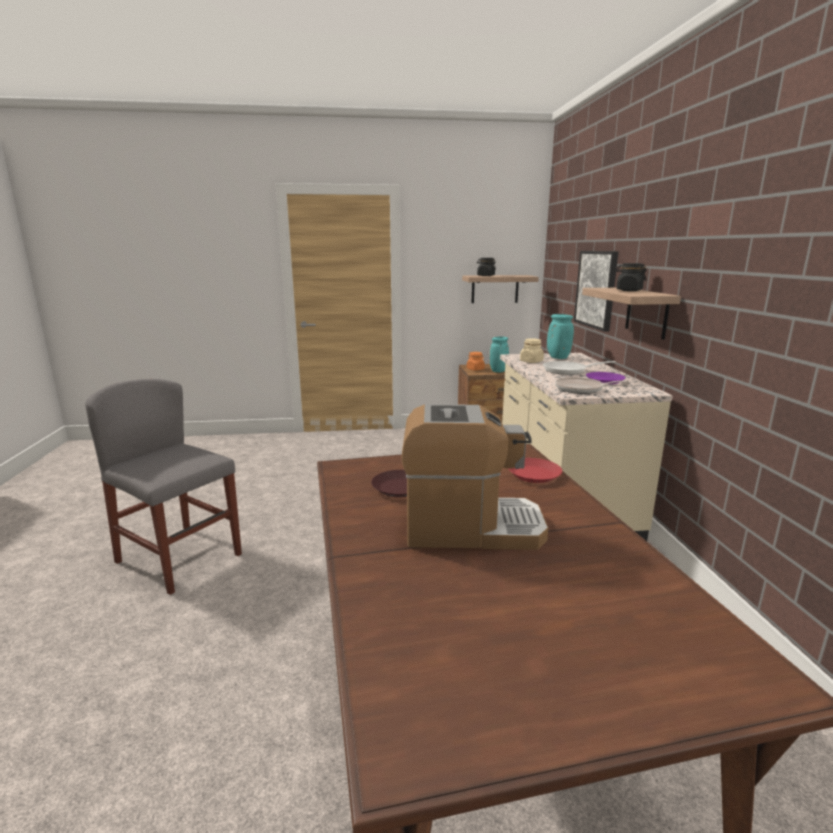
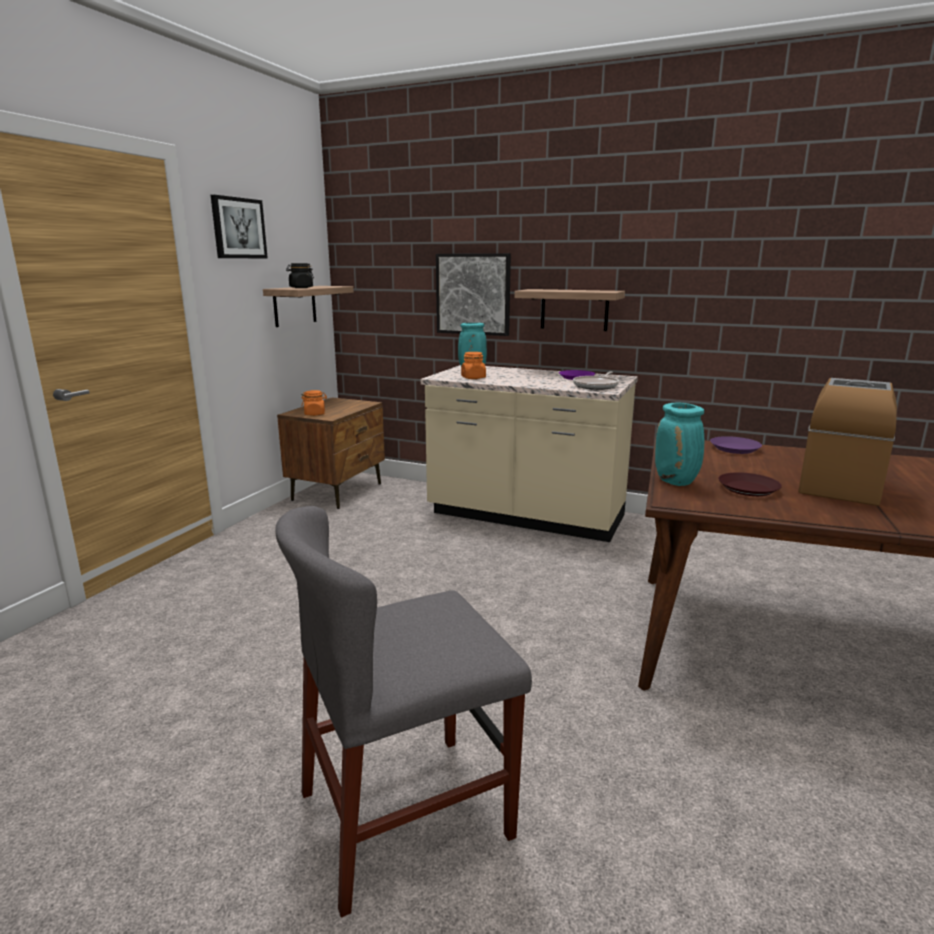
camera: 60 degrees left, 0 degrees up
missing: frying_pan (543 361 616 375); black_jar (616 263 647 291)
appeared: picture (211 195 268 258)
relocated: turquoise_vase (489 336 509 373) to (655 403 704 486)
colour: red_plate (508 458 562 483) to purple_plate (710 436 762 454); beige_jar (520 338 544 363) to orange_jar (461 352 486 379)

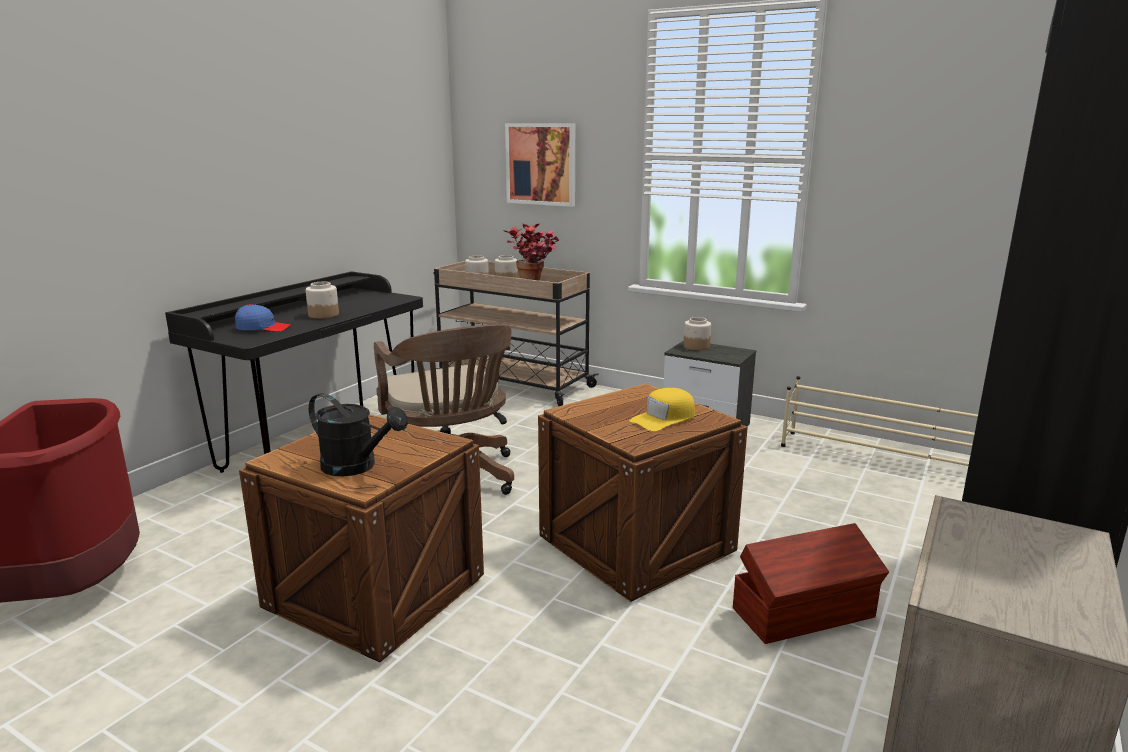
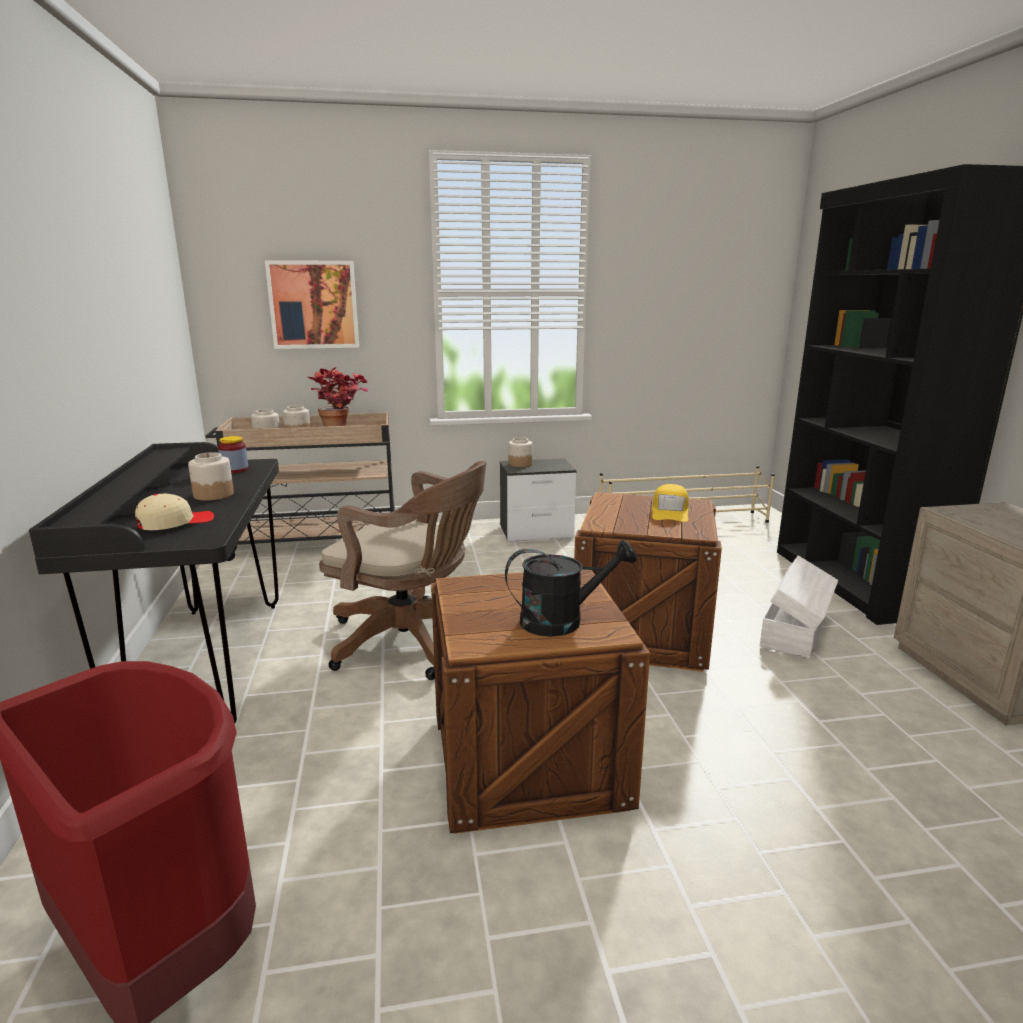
camera: 40 degrees left, 0 degrees up
appeared: jar (218 436 249 473)
colour: blue_cap (235 304 291 332) to beige_cap (135 494 214 530); brown_storage_box (733 523 889 644) to white_storage_box (760 556 838 659)

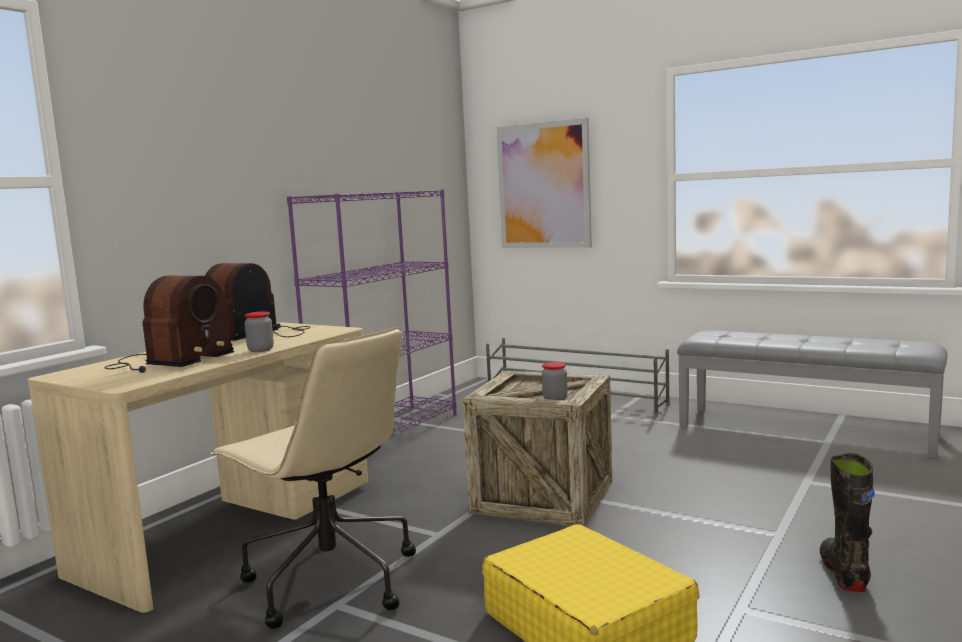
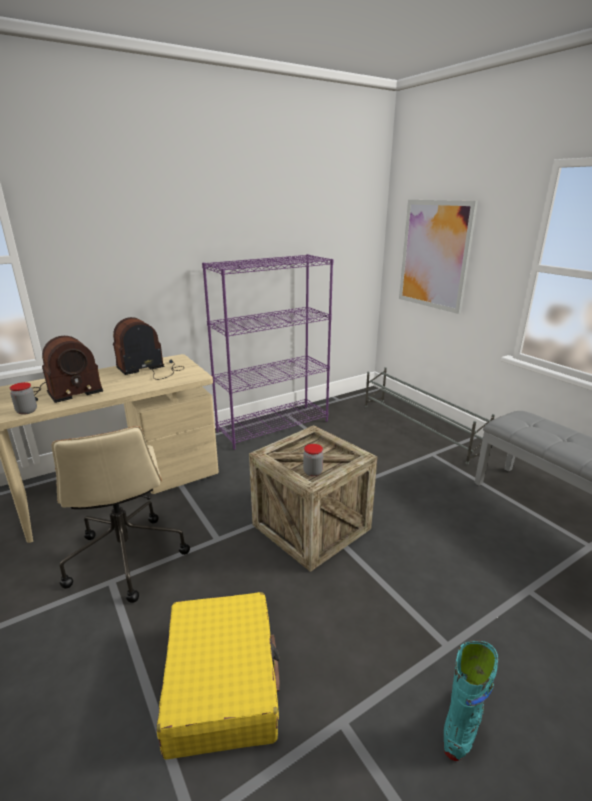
camera: 25 degrees right, 15 degrees up
relocated: jar (244 312 274 352) to (10 382 37 415)
colour: black_boot (820 453 875 592) to turquoise_boot (444 641 499 761)

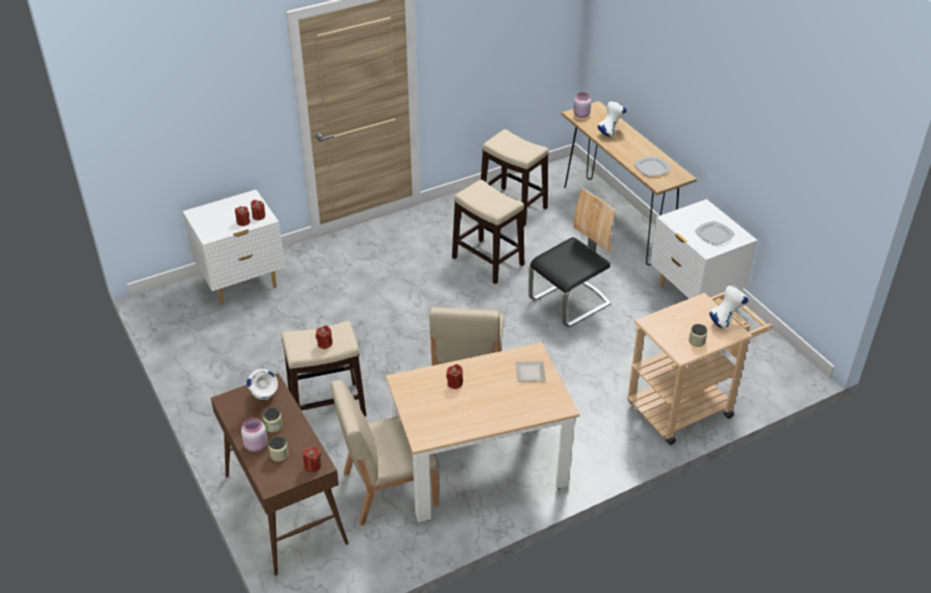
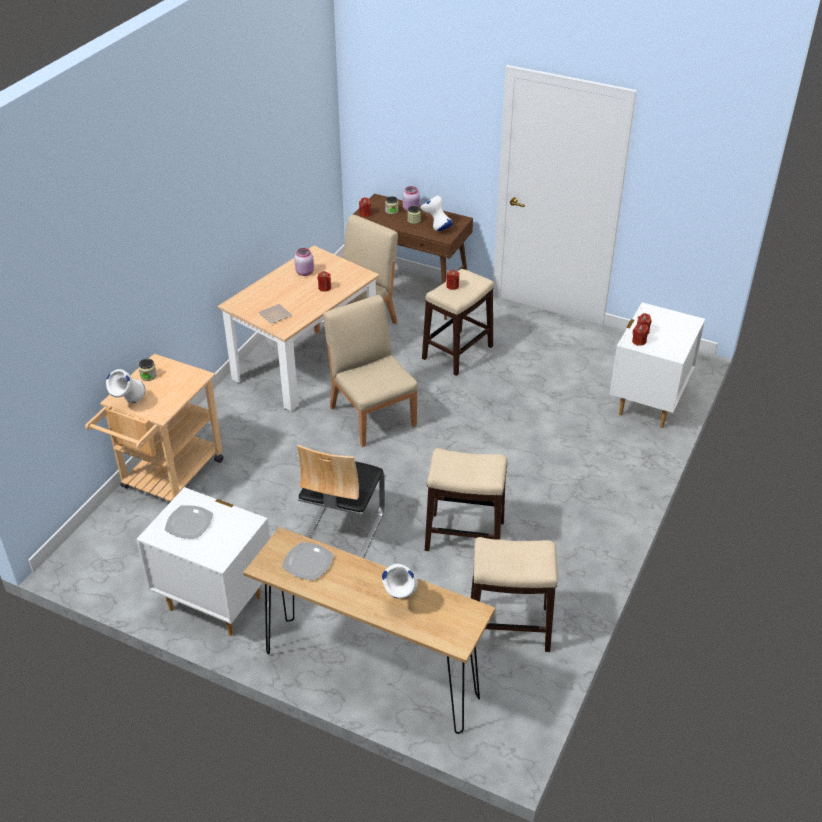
camera: 145 degrees right, 0 degrees up
relocated: pink_jar (573 92 591 118) to (294 248 314 276)

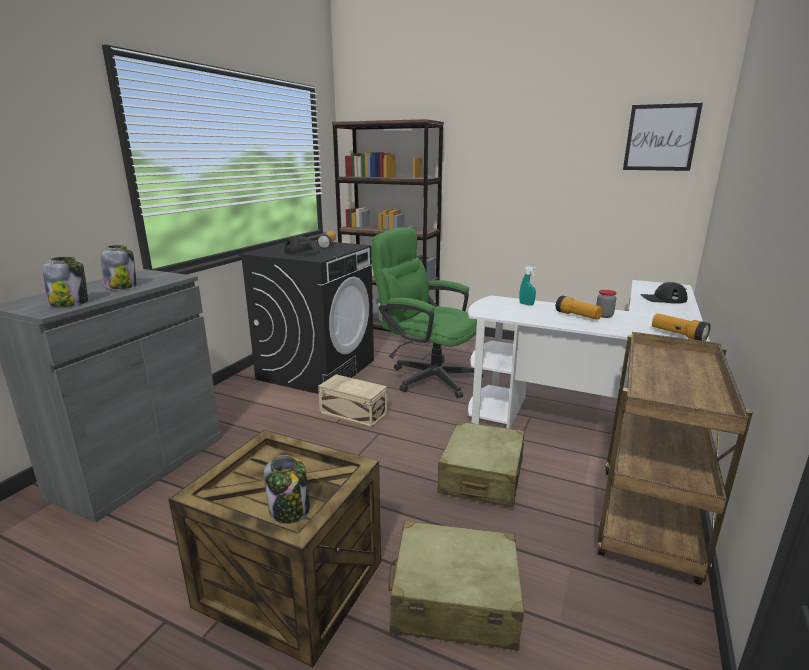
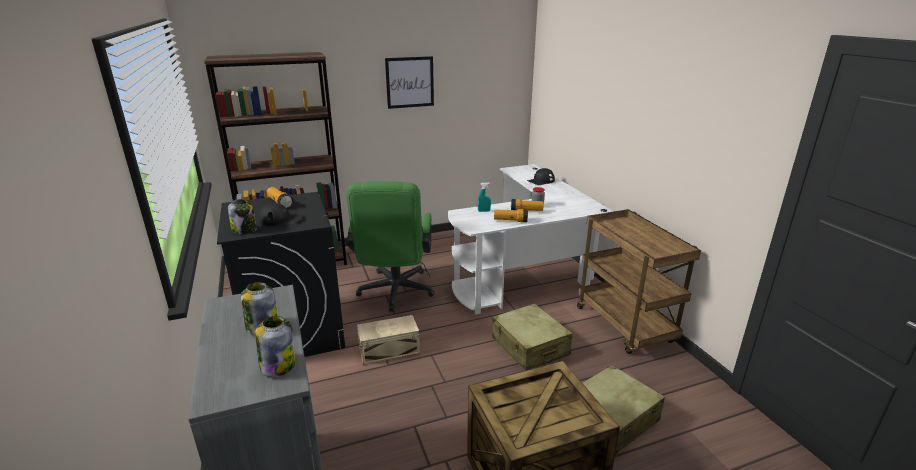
camera: 45 degrees left, 5 degrees up
relocated: jar (264 455 310 524) to (228 199 256 234); picture (623 103 703 171) to (385 56 434 109); flashlight (652 314 711 341) to (494 209 528 222)
spun: green_office_chair (371 227 483 398) = (346 181 435 312) 75 degrees counterclockwise

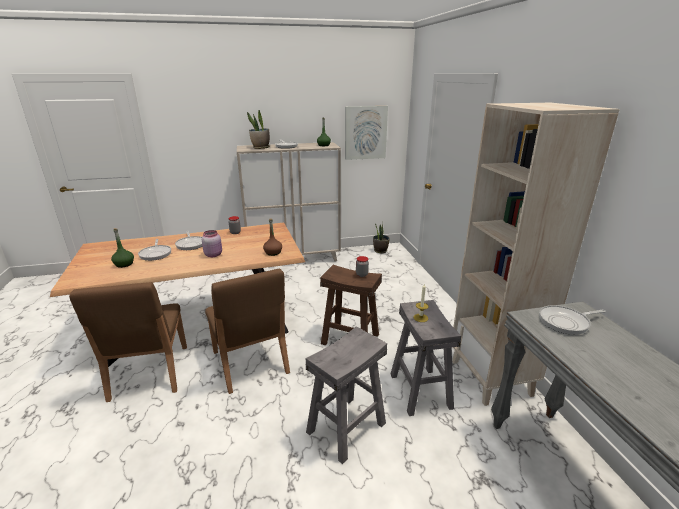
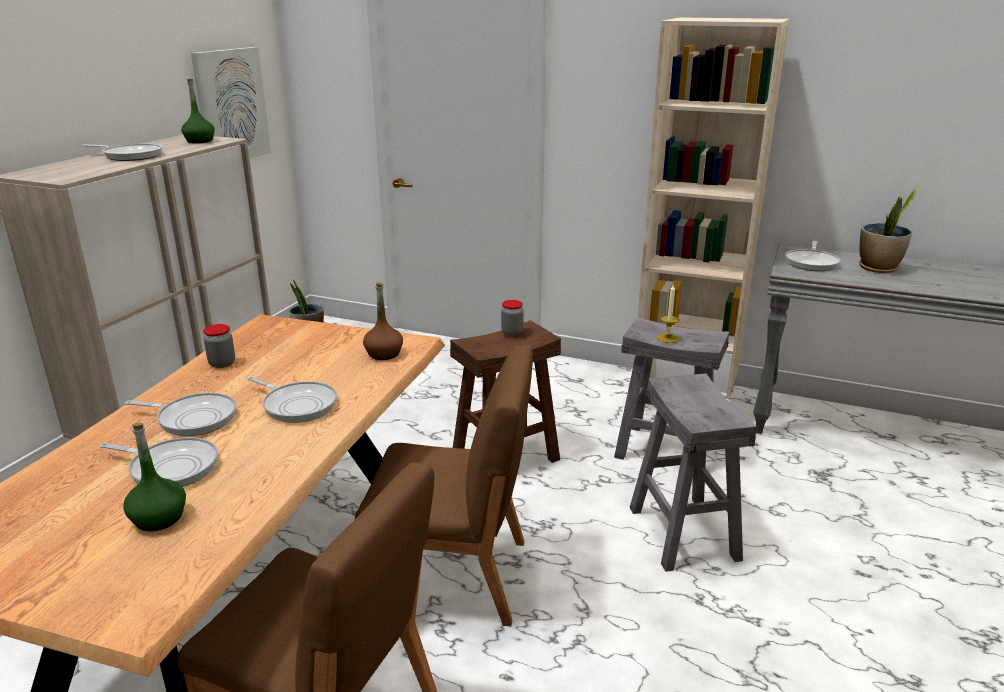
camera: 55 degrees left, 0 degrees up
relocated: potted_plant (247 110 270 149) to (859 187 920 273)
exchanged: pink_jar (202 230 222 257) to frying_pan (247 376 337 423)

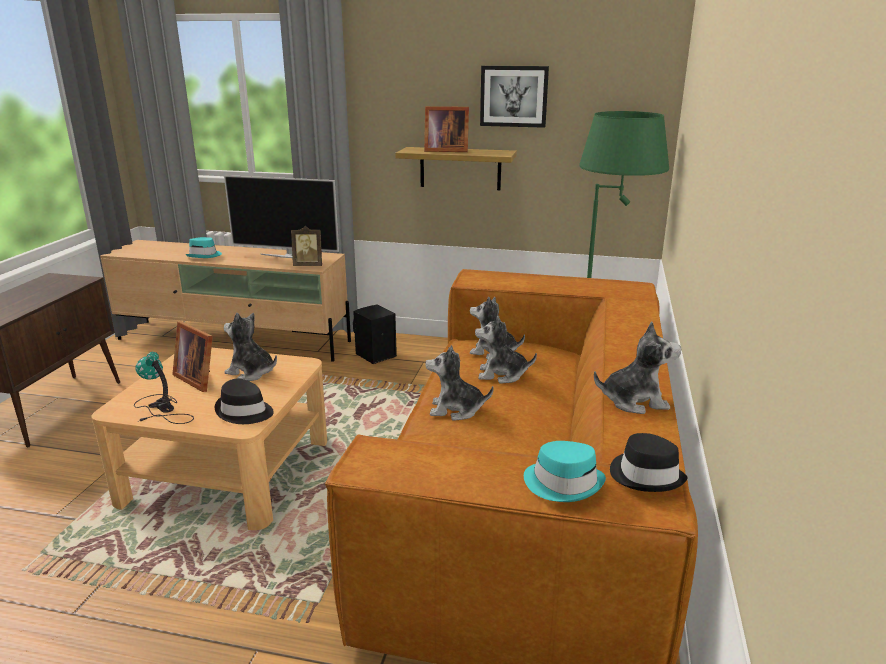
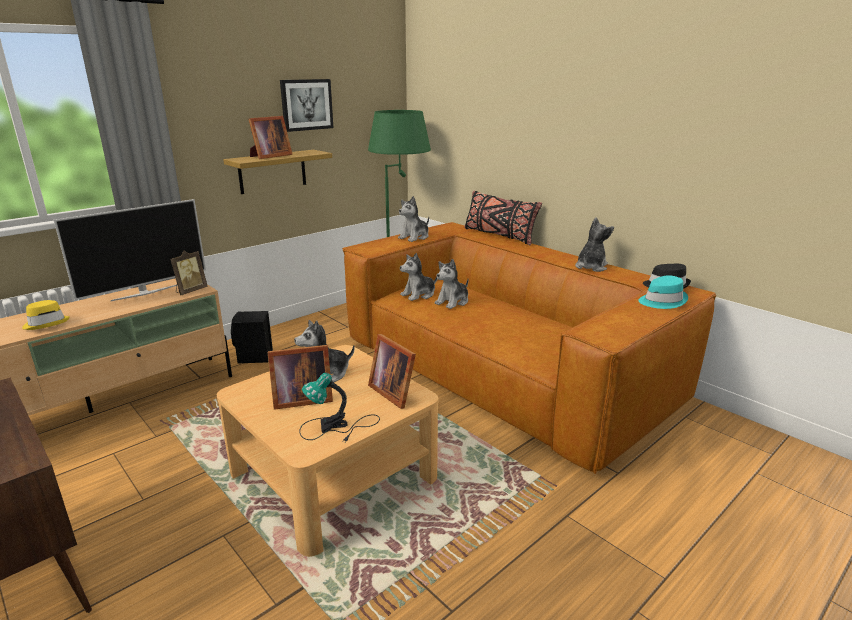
camera: 55 degrees left, 0 degrees up
appeared: black_pillow (464 191 542 245)
relocated: plush_toy (425 345 494 421) to (398 196 429 242)
exchanged: black_hat (215 379 274 424) to picture_frame (368 334 416 409)
colour: turquoise_hat (185 237 222 258) to yellow_hat (22 300 70 330)

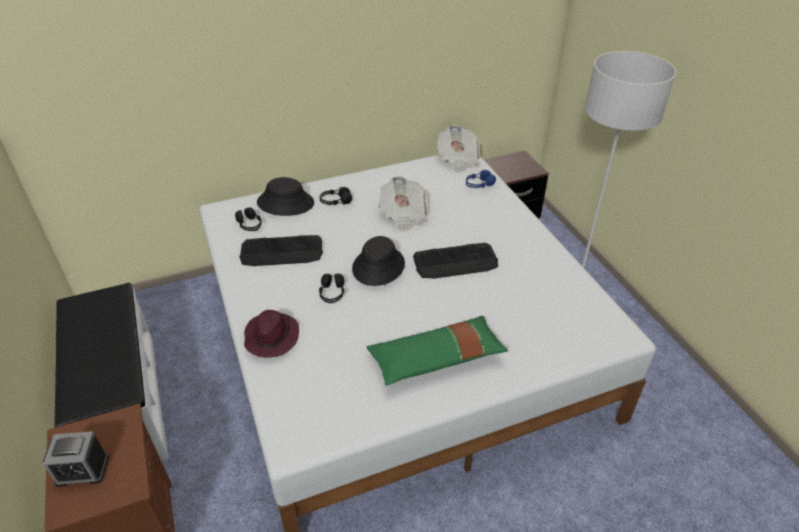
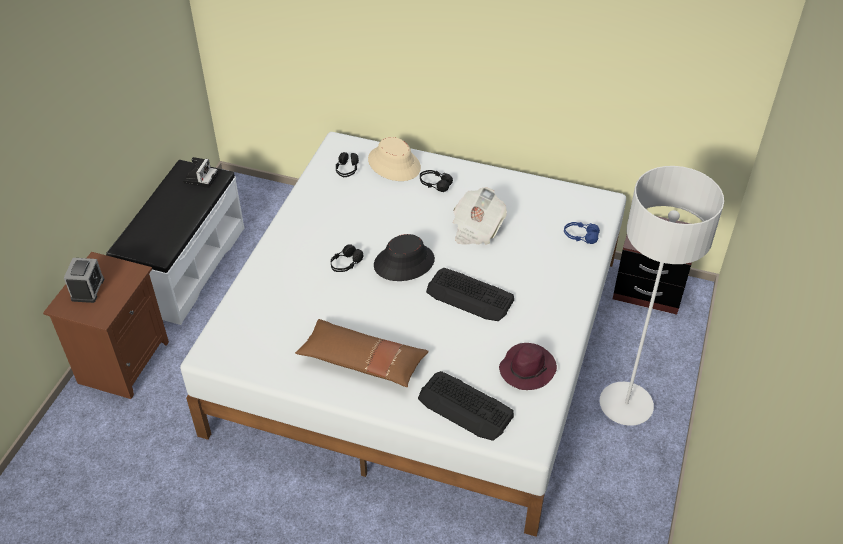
camera: 40 degrees right, 5 degrees up
missing: newspaper (437 125 480 173)
appeared: photo_camera (183 157 218 188)
relocated: keyboard (239 235 323 266) to (418 371 514 441); purple_hat (244 310 299 358) to (499 343 557 390)
colour: black_hat (257 177 314 216) to beige_hat (368 137 421 181); green_pillow (366 316 509 386) to brown_pillow (295 319 429 387)
spun: alarm_clock (43 431 109 487) = (64 258 104 303) 120 degrees counterclockwise

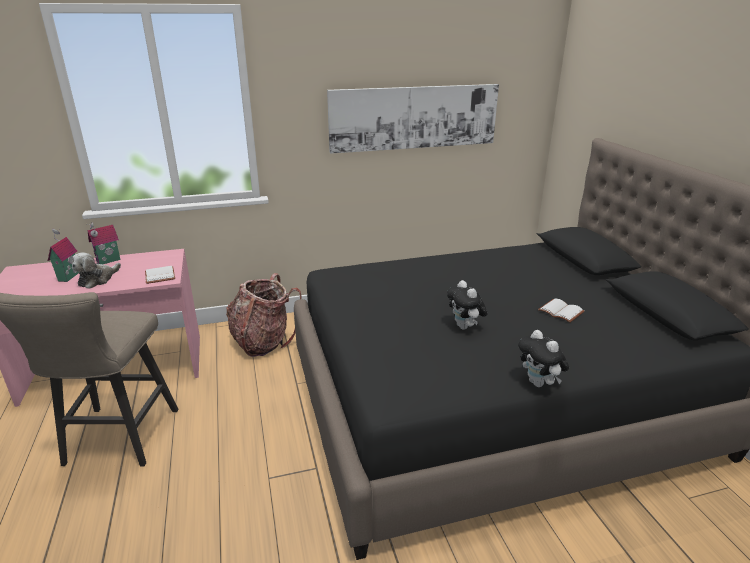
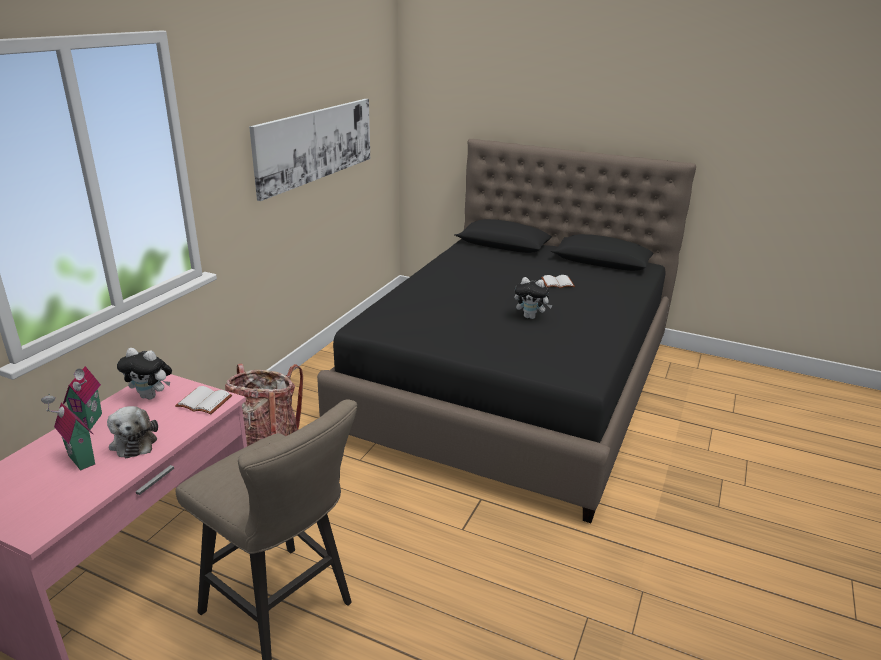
camera: 50 degrees left, 0 degrees up
relocated: plush_toy (518 330 569 387) to (117 348 172 400)

